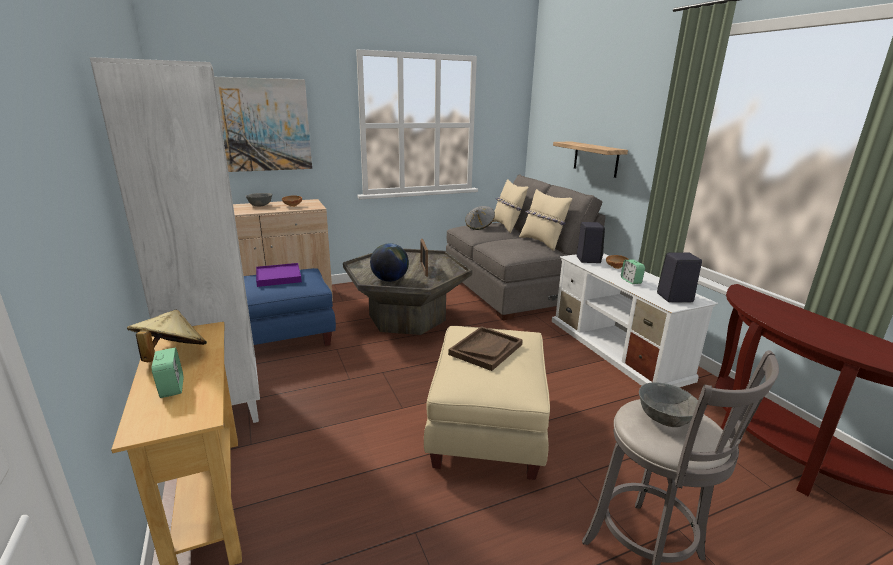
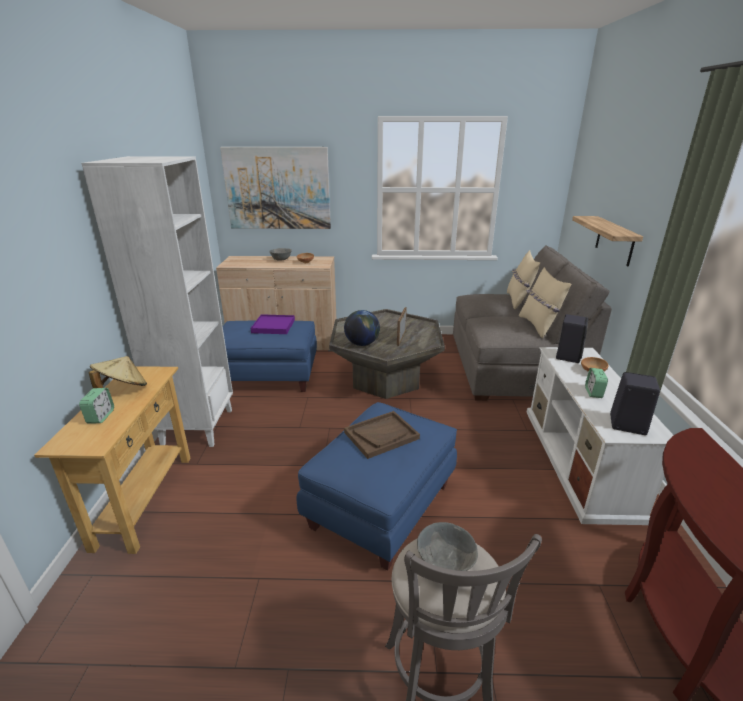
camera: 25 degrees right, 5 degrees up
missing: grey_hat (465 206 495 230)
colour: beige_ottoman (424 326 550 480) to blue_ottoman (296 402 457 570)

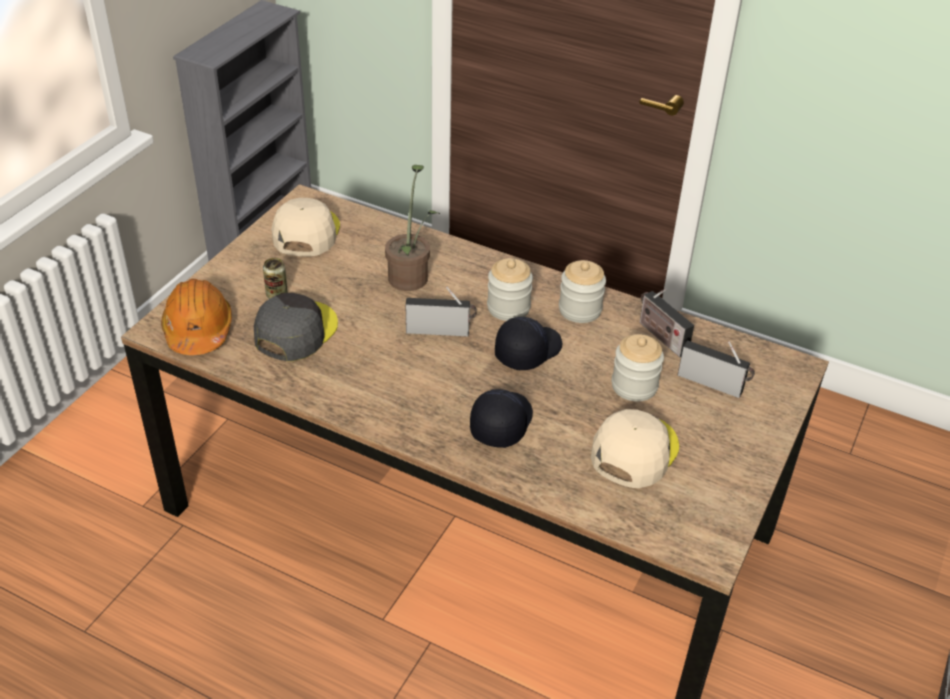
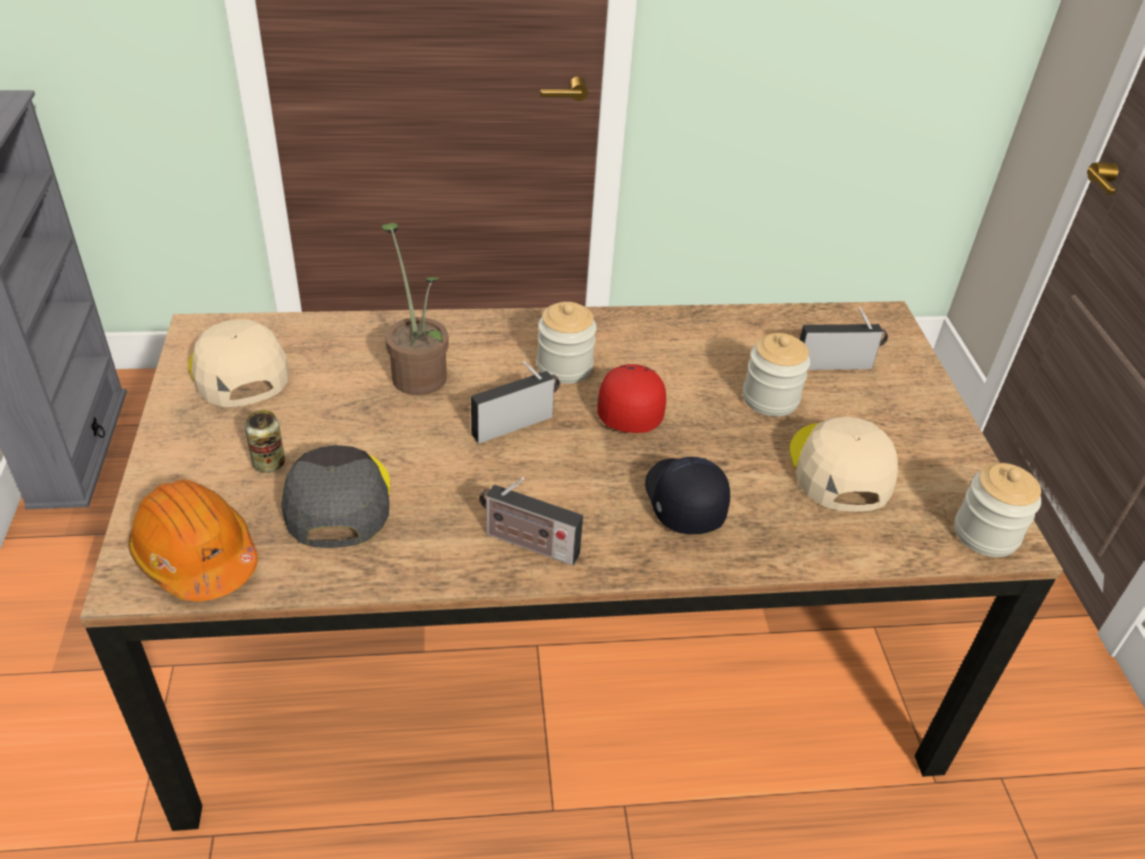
camera: 35 degrees left, 0 degrees up
relocated: jar (559 260 606 323) to (954 463 1041 557); radio (640 288 694 357) to (479 477 583 566)
colour: black_cap (495 317 562 370) to red_cap (597 364 666 433)

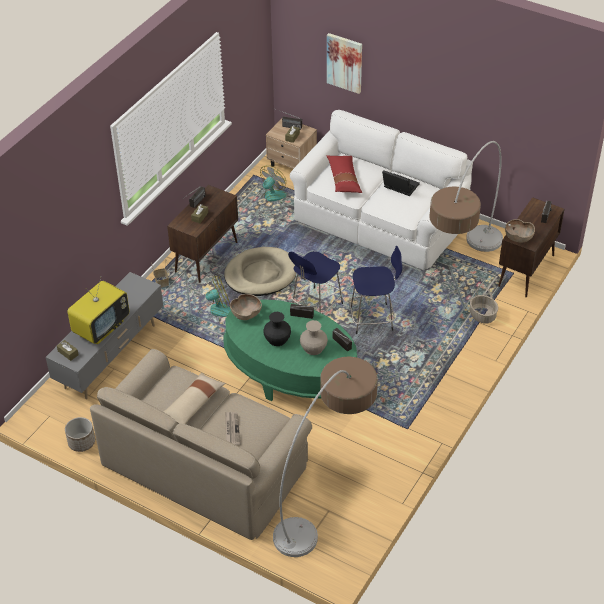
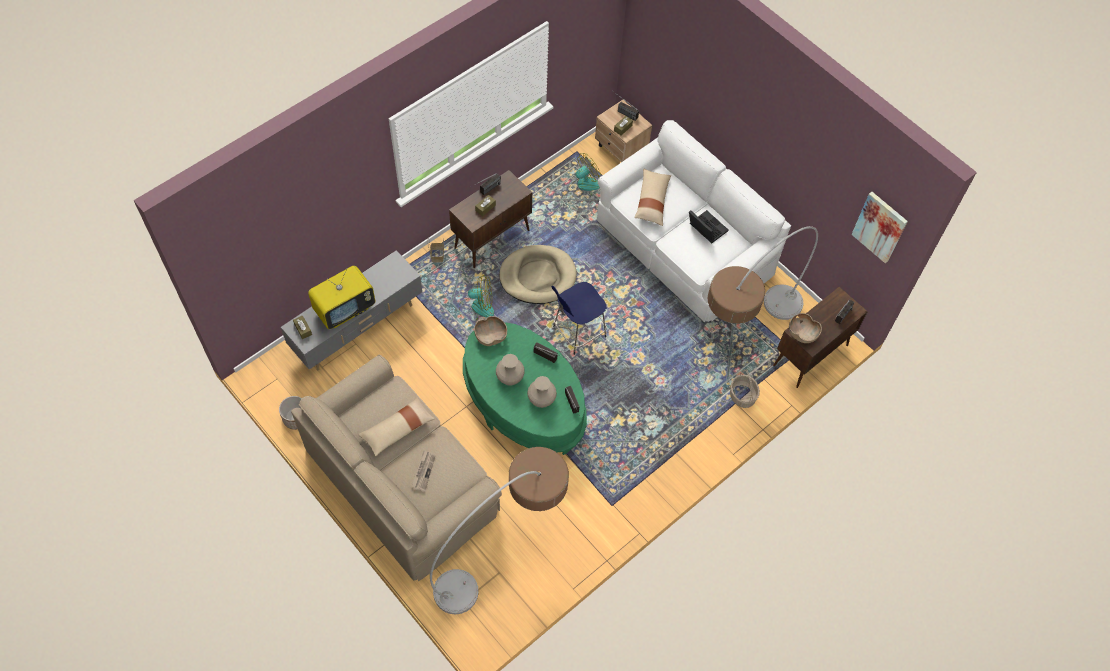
camera: 15 degrees right, 15 degrees up
missing: blue_stool (349 246 402 334)
relocated: picture (327 33 362 94) to (851 192 908 263)
colour: black_vase (263 312 291 346) to beige_vase (496 354 525 386); red_pillow (326 155 362 193) to beige_pillow (634 168 671 226)

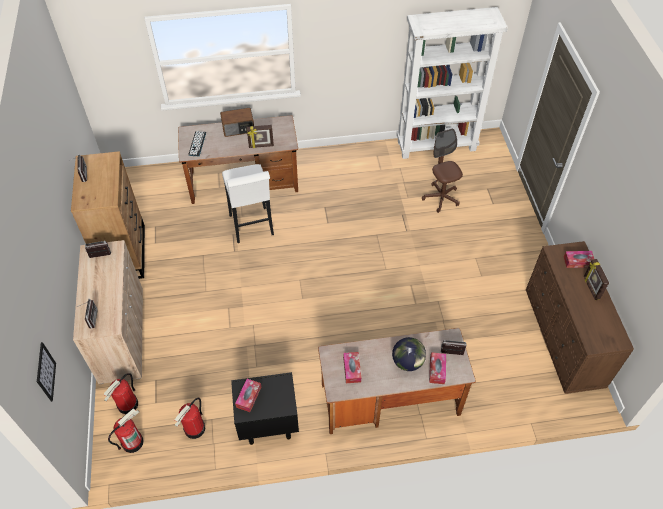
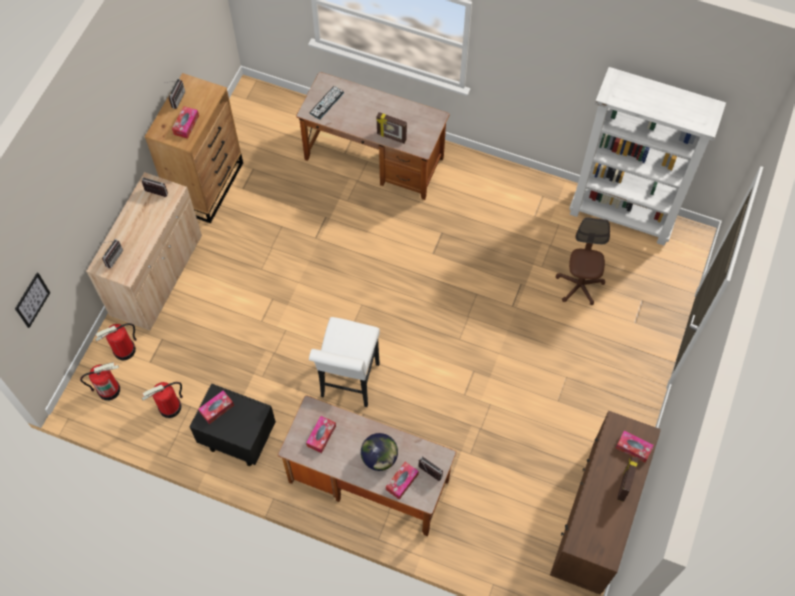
camera: 30 degrees right, 10 degrees up
missing: radio (220 108 254 137)
appeared: tissue_box (172 106 199 139)
relocated: white_stool (222 164 274 243) to (309 317 380 407)

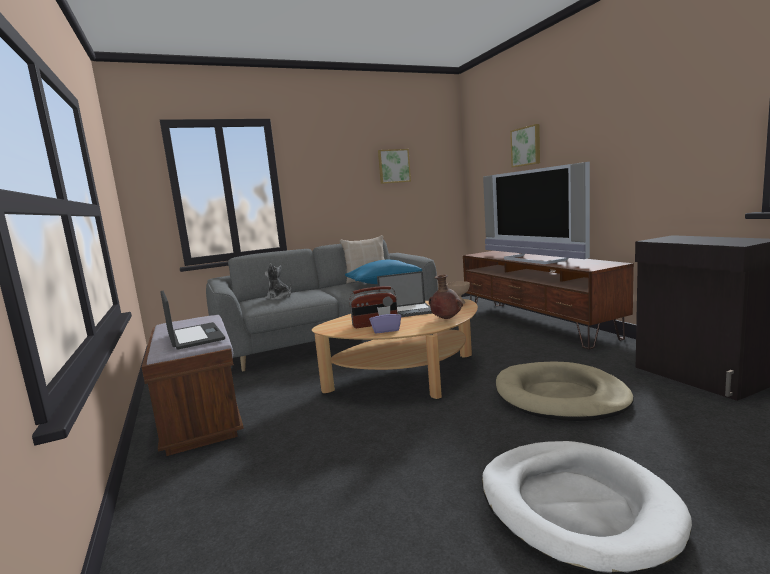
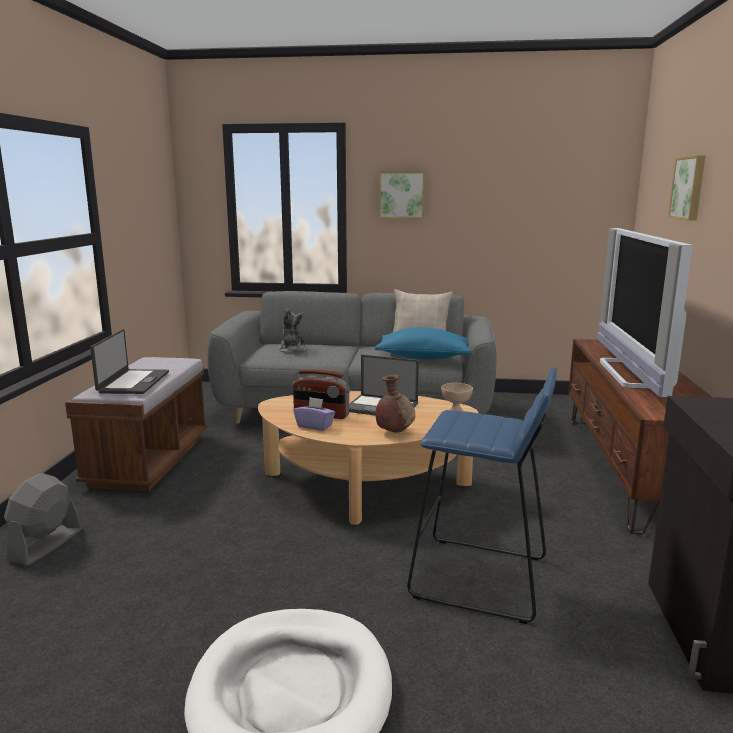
camera: 30 degrees right, 5 degrees up
appeared: grey_fan (4 473 83 565)
relocated: picture (378 149 411 184) to (379 171 425 218)
exchanged: beige_dog_bed (496 362 634 421) to blue_stool (407 367 557 624)

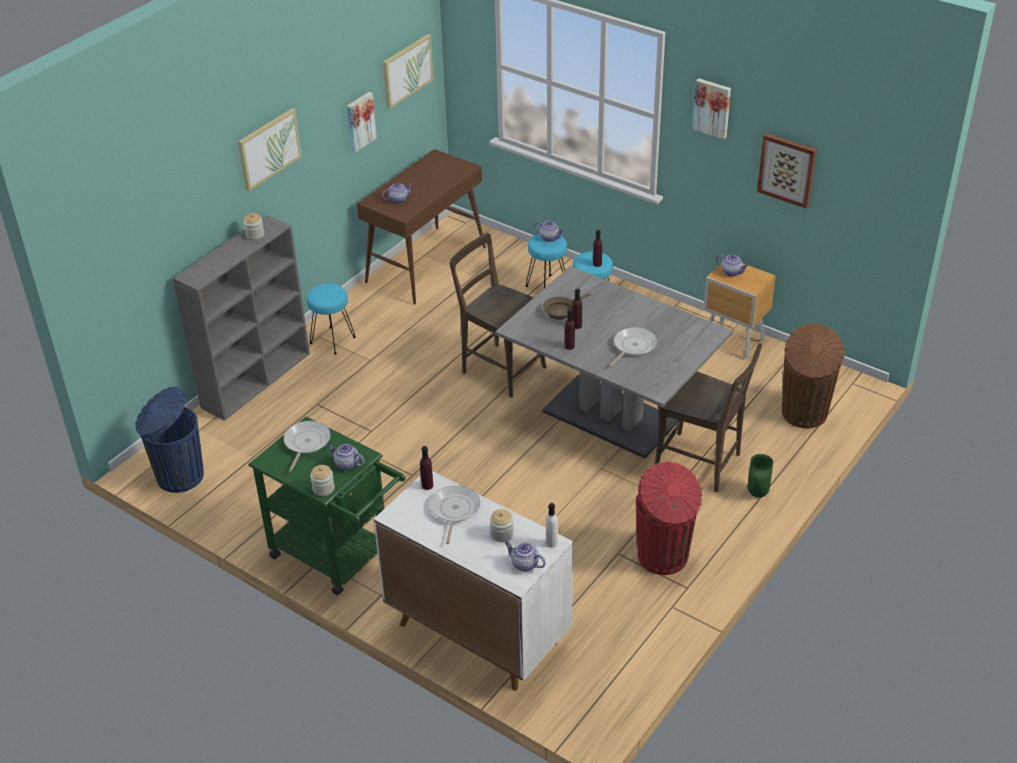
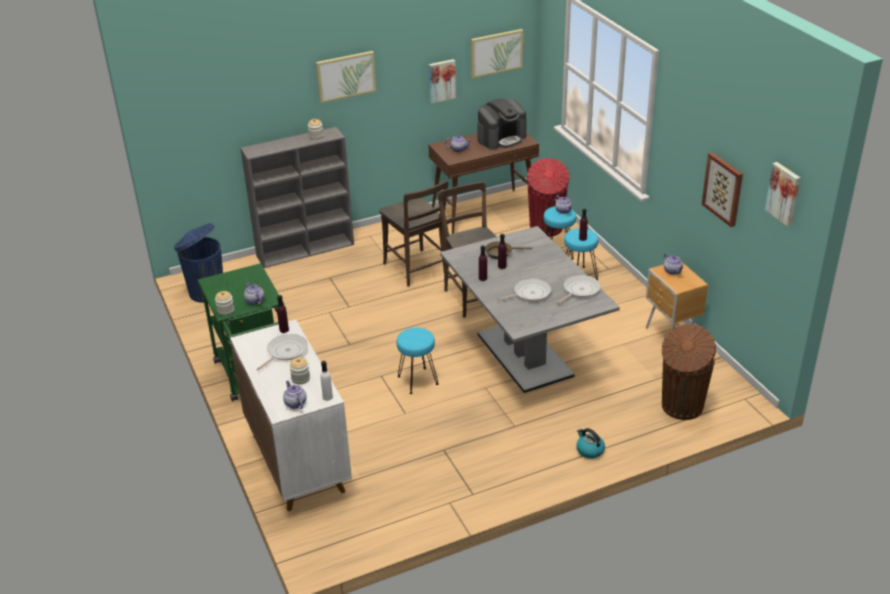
camera: 30 degrees right, 5 degrees down
appeared: coffee_machine (477 98 527 150)
relocated: frying_pan (284 421 331 472) to (557 275 601 304); turquoise_stool (307 284 356 355) to (396 328 439 394); red_trash_can (636 462 702 575) to (527 158 569 237); brown_chair (655 343 762 492) to (379 181 448 287); picture (692 78 731 139) to (765 162 800 226)
exchanged: green_vase (747 454 773 498) to kettle (576 428 605 459)

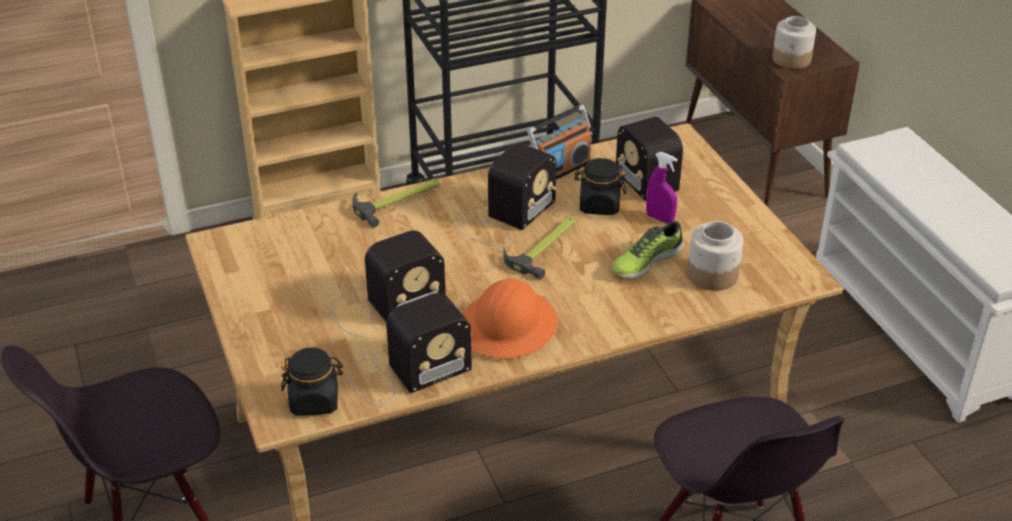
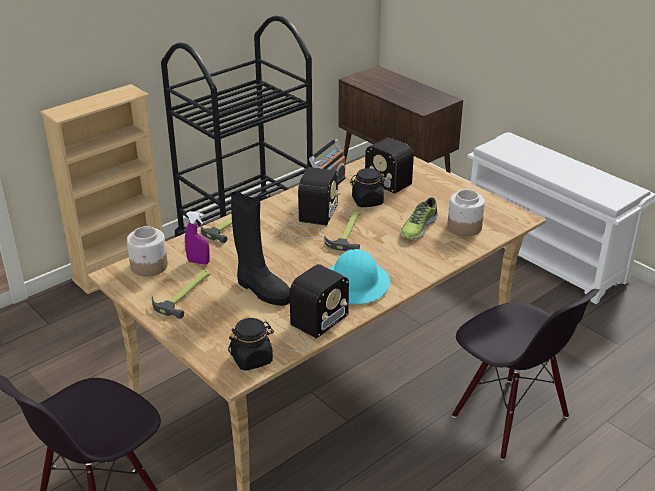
camera: 20 degrees left, 5 degrees down
appeared: hammer (152 270 210 319)
relocated: purple_spray_bottle (646 152 678 223) to (185 211 210 265); jar (772 16 816 69) to (127 226 168 277)
exchanged: radio (329 230 446 337) to black_boot (231 192 290 306)
colour: orange_hard_hat (462 278 557 359) to turquoise_hard_hat (329 249 390 304)

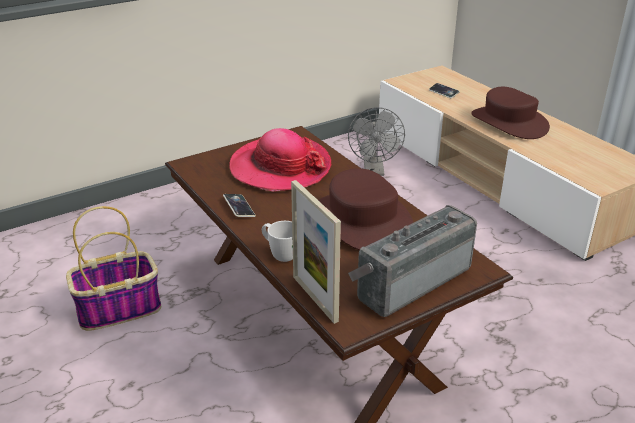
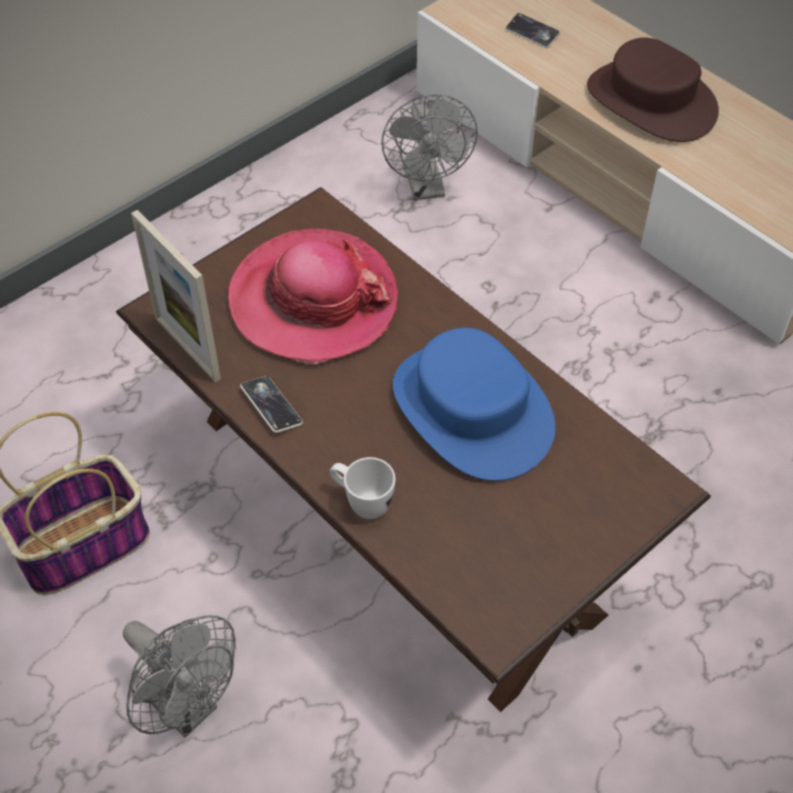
camera: 10 degrees left, 20 degrees up
missing: radio (348 205 477 317)
appeared: grey_fan (123 615 236 737)
relocated: picture_frame (291 180 341 324) to (131 210 221 382)
colour: brown_hat (318 168 413 250) to blue_hat (393 328 555 481)

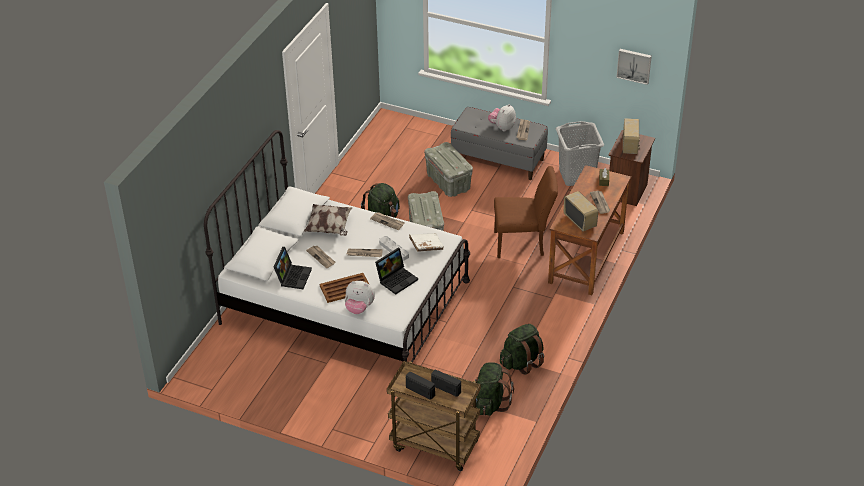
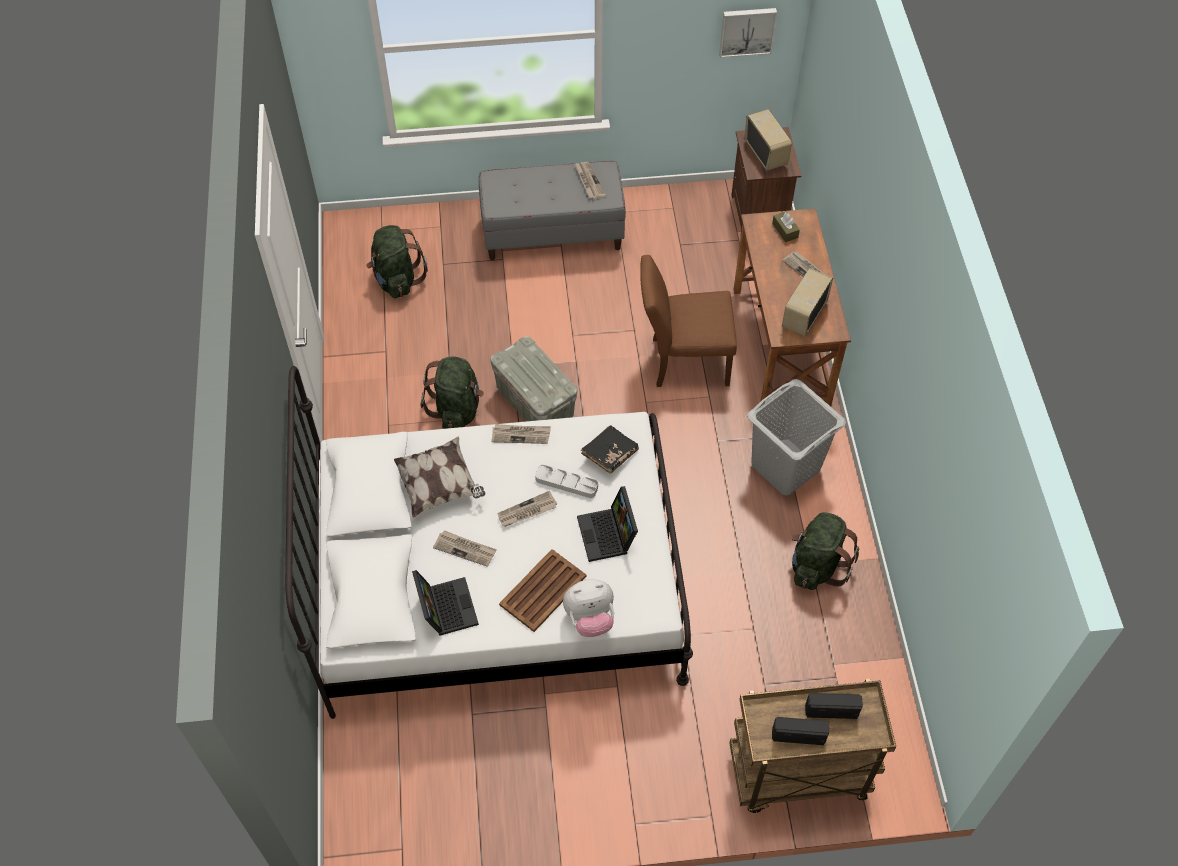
camera: 30 degrees left, 15 degrees up
missing: grey_storage_box (424 142 473 197); plush_toy (488 104 516 131)
relocated: green_backpack (475 362 514 416) to (366 225 428 298); grey_laundry_basket (556 121 604 186) to (747 379 846 495)
colour: white_book (409 233 444 252) to black_book (581 425 639 473)
spun: laptop (375 248 418 295) = (577 486 638 562) 150 degrees clockwise; brown_chair (494 166 558 258) = (640 255 737 387) 150 degrees counterclockwise; radio (564 191 598 231) = (782 268 833 336) 90 degrees counterclockwise

